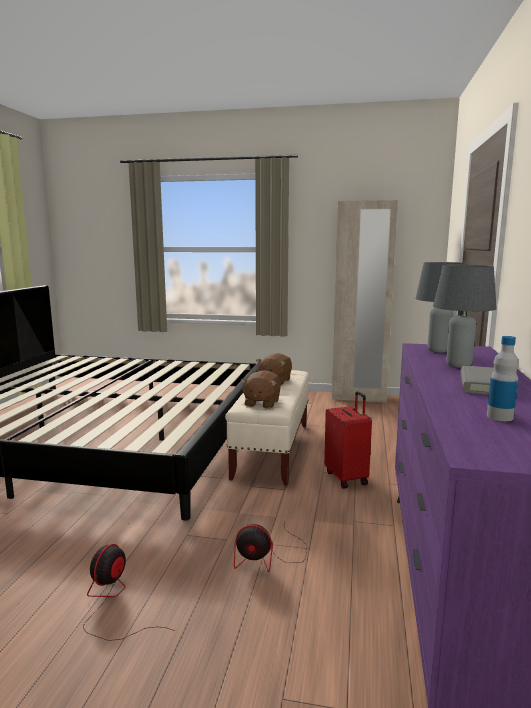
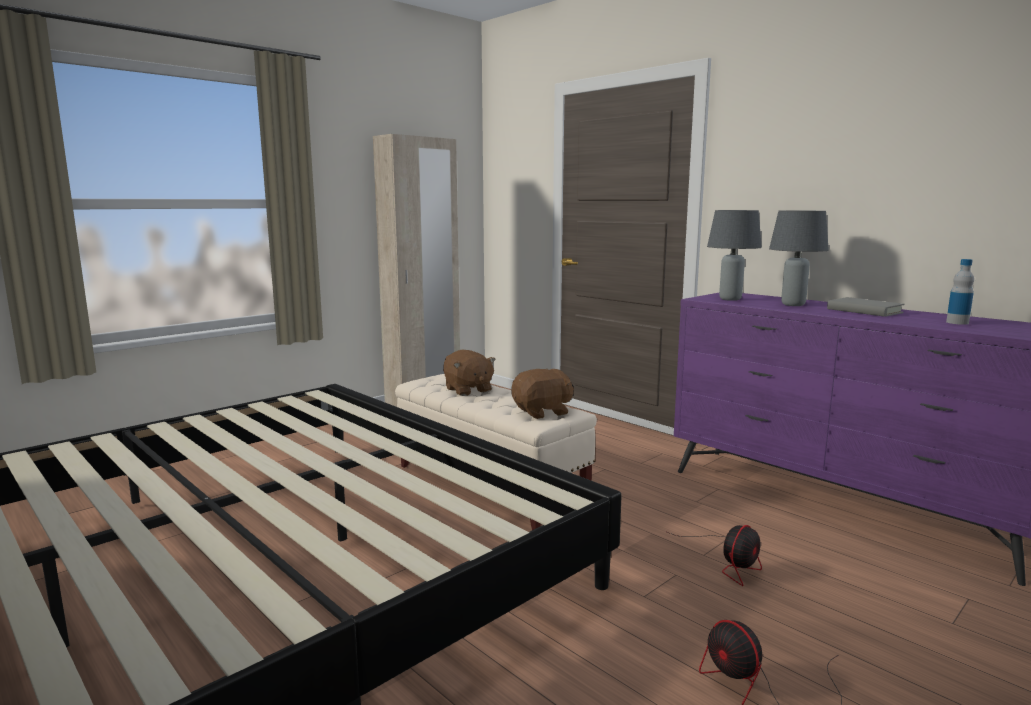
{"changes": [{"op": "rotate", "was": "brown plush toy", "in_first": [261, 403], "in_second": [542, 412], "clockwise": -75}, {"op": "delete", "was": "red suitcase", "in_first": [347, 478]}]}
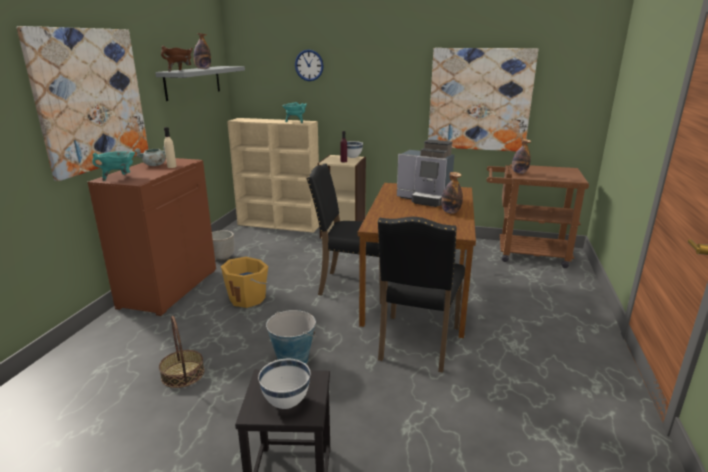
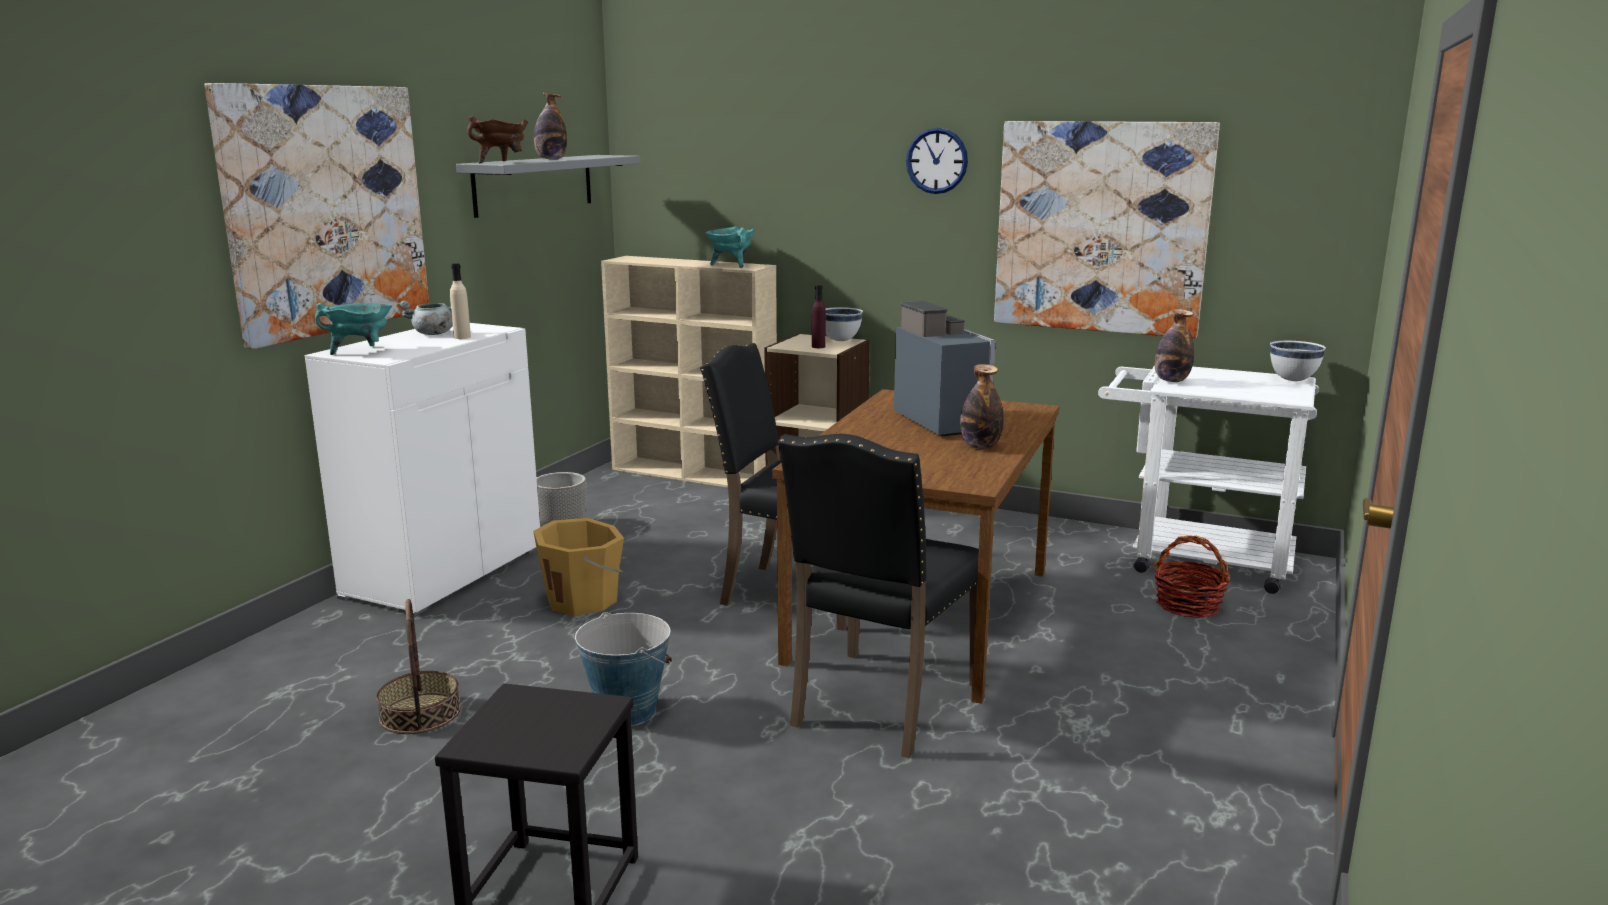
{"changes": [{"op": "move", "was": "wall clock", "in_first": [309, 65], "in_second": [937, 161]}, {"op": "rotate", "was": "coffee machine", "in_first": [425, 199], "in_second": [944, 421], "clockwise": -150}, {"op": "recolor", "was": "brown cabinet", "now": "white cabinet", "in_first": [168, 288], "in_second": [444, 571]}, {"op": "recolor", "was": "brown cart", "now": "white cart", "in_first": [525, 253], "in_second": [1194, 559]}, {"op": "move", "was": "white bowl", "in_first": [286, 403], "in_second": [1292, 380]}, {"op": "insert", "now": "basket", "in_second": [1188, 605]}]}
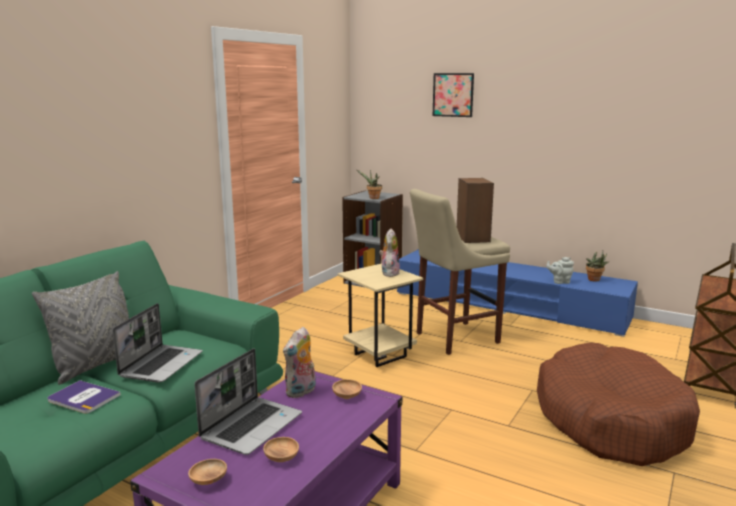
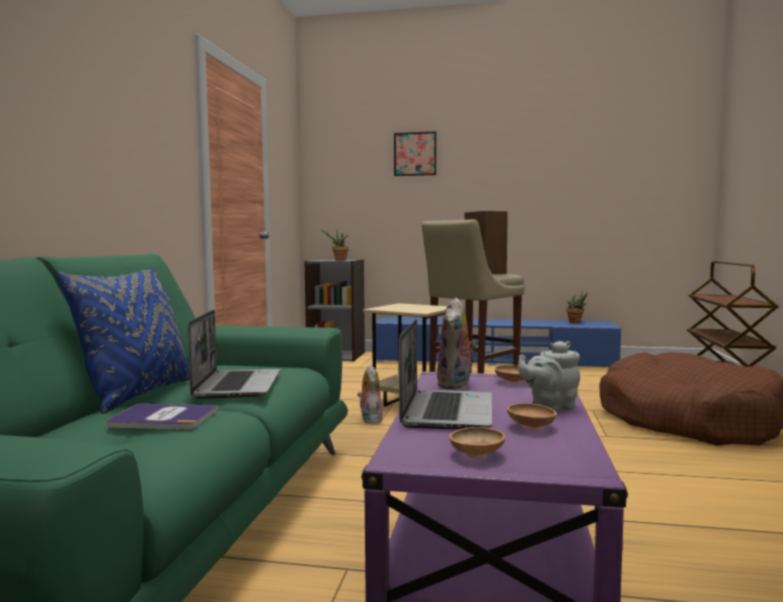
{"changes": [{"op": "move", "was": "plush toy", "in_first": [389, 273], "in_second": [369, 419]}, {"op": "move", "was": "grey teapot", "in_first": [560, 282], "in_second": [550, 407]}, {"op": "recolor", "was": "grey pillow", "now": "blue pillow", "in_first": [96, 365], "in_second": [137, 395]}]}
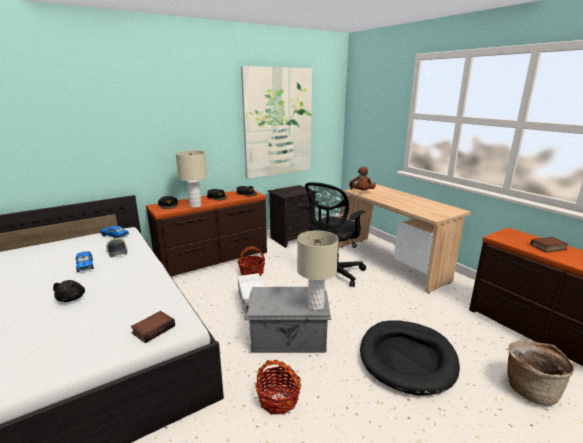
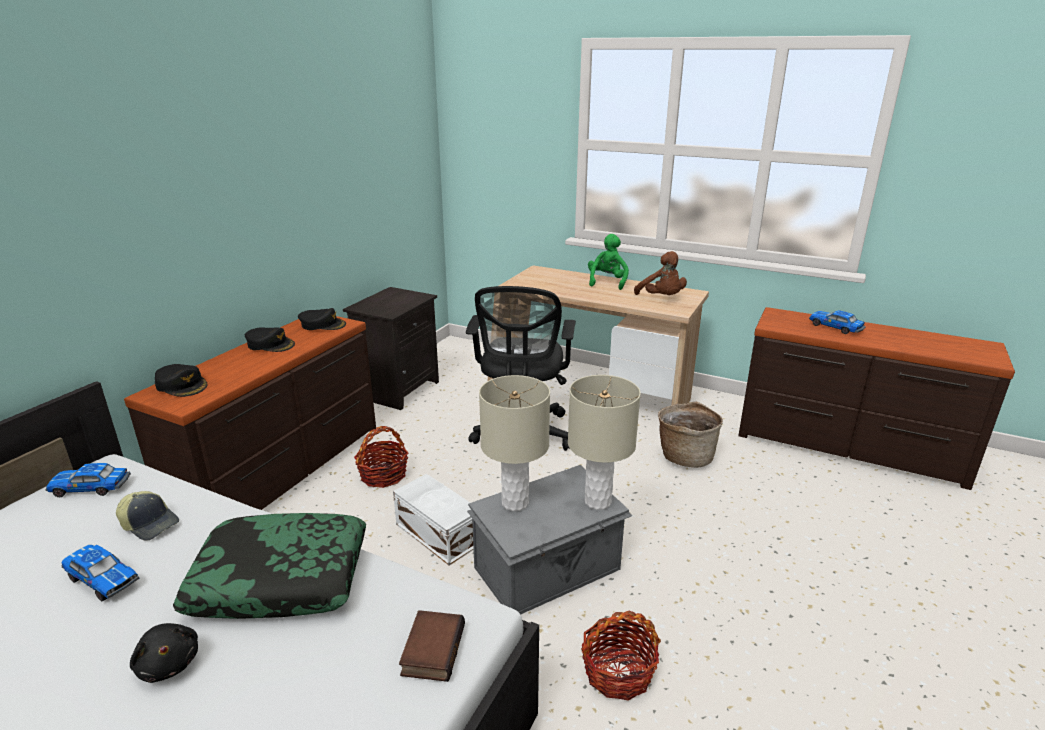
{"changes": [{"op": "delete", "was": "picture", "in_first": [278, 122]}, {"op": "move", "was": "beige table lamp", "in_first": [195, 205], "in_second": [514, 502]}, {"op": "move", "was": "brown plush toy", "in_first": [361, 192], "in_second": [661, 298]}, {"op": "replace", "was": "book", "now": "toy car", "in_first": [548, 247], "in_second": [835, 327]}, {"op": "delete", "was": "black dog bed", "in_first": [407, 358]}, {"op": "move", "was": "basket", "in_first": [530, 388], "in_second": [685, 456]}, {"op": "insert", "now": "green plush toy", "in_second": [607, 282]}, {"op": "insert", "now": "pillow", "in_second": [280, 579]}]}
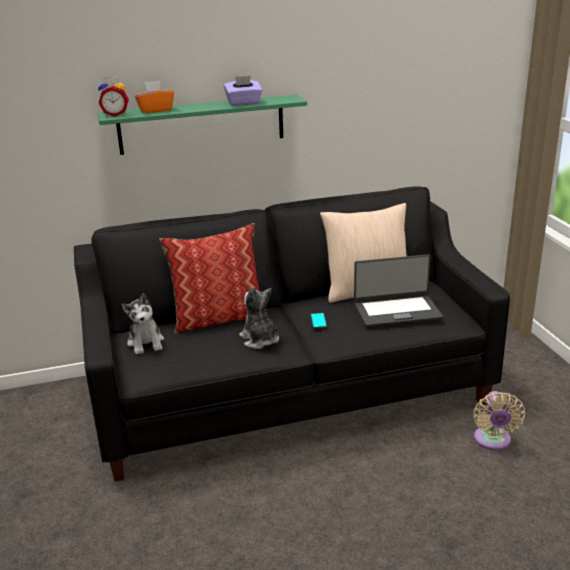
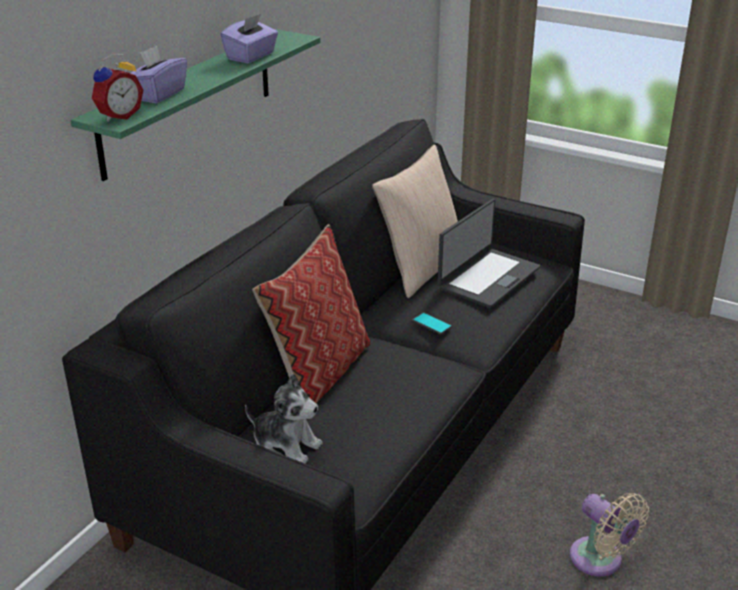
{"changes": [{"op": "recolor", "was": "orange tissue box", "now": "purple tissue box", "in_first": [155, 110], "in_second": [158, 94]}, {"op": "delete", "was": "plush toy", "in_first": [260, 340]}, {"op": "move", "was": "beige fan", "in_first": [492, 441], "in_second": [600, 561]}]}
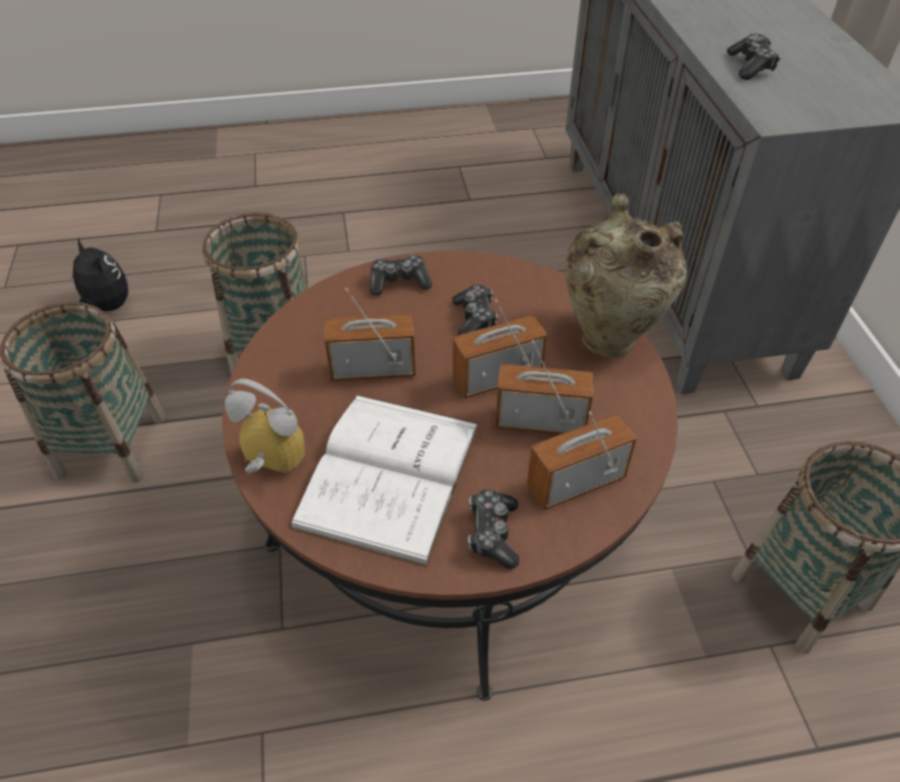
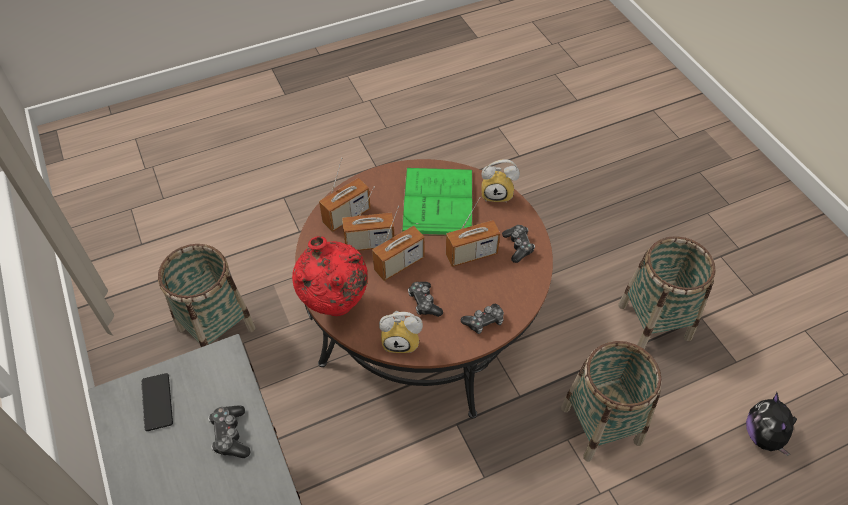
{"changes": [{"op": "recolor", "was": "beige vase", "now": "red vase", "in_first": [610, 336], "in_second": [336, 308]}, {"op": "rotate", "was": "plush toy", "in_first": [106, 306], "in_second": [763, 436], "clockwise": 60}, {"op": "recolor", "was": "white book", "now": "green book", "in_first": [389, 474], "in_second": [438, 201]}, {"op": "move", "was": "game controller", "in_first": [493, 533], "in_second": [518, 246]}, {"op": "insert", "now": "alarm clock", "in_second": [402, 340]}, {"op": "insert", "now": "phone", "in_second": [157, 402]}]}
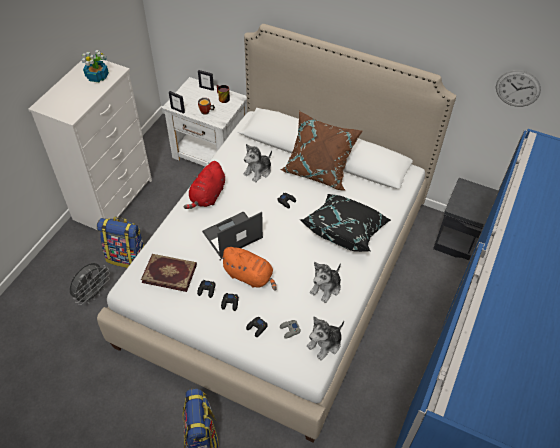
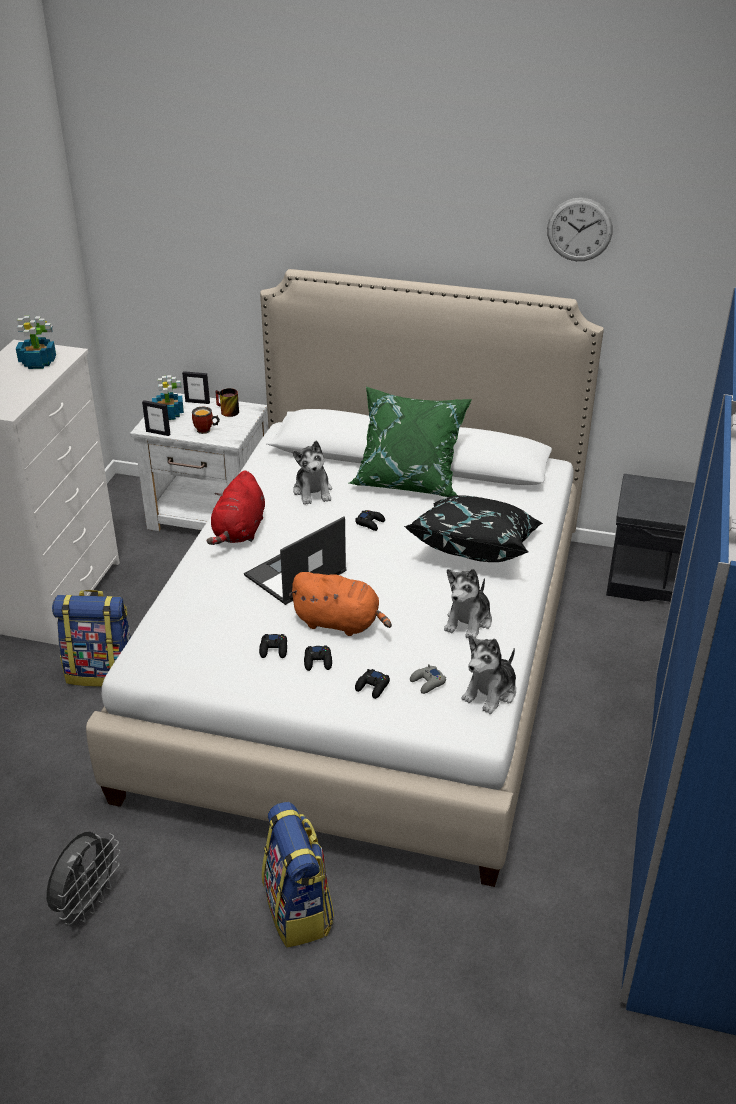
{"changes": [{"op": "move", "was": "wall clock", "in_first": [518, 88], "in_second": [579, 229]}, {"op": "recolor", "was": "brown pillow", "now": "green pillow", "in_first": [319, 171], "in_second": [409, 480]}, {"op": "rotate", "was": "plush toy", "in_first": [258, 171], "in_second": [313, 491], "clockwise": -45}, {"op": "delete", "was": "book", "in_first": [169, 273]}, {"op": "move", "was": "grey fan", "in_first": [93, 294], "in_second": [87, 903]}, {"op": "insert", "now": "potted plant", "in_second": [169, 414]}]}
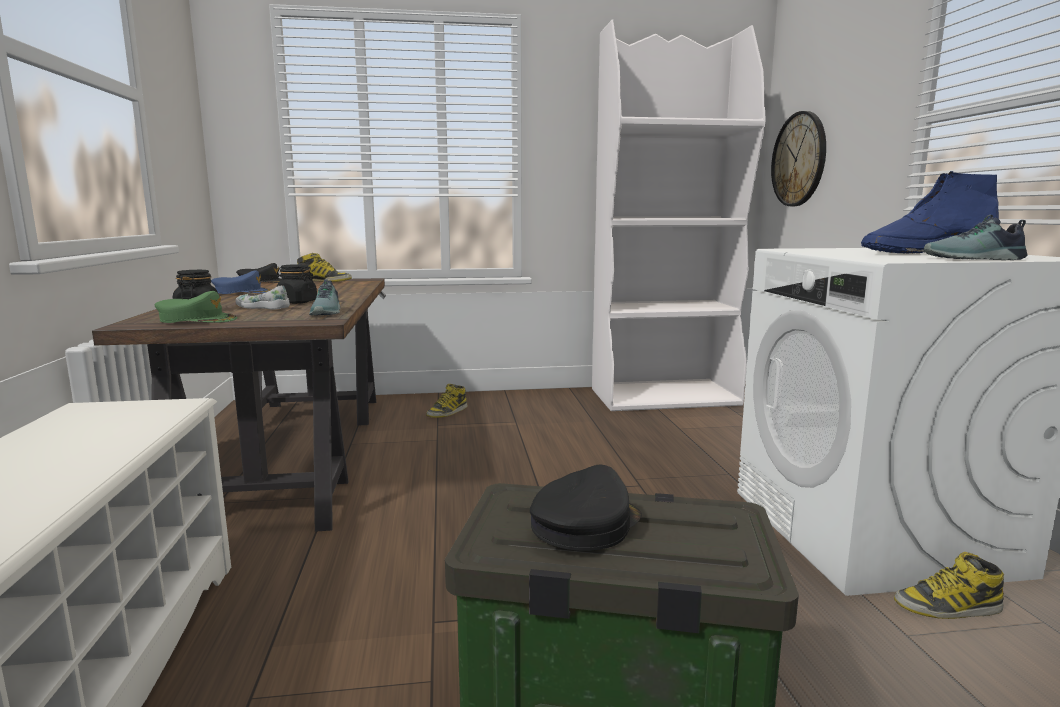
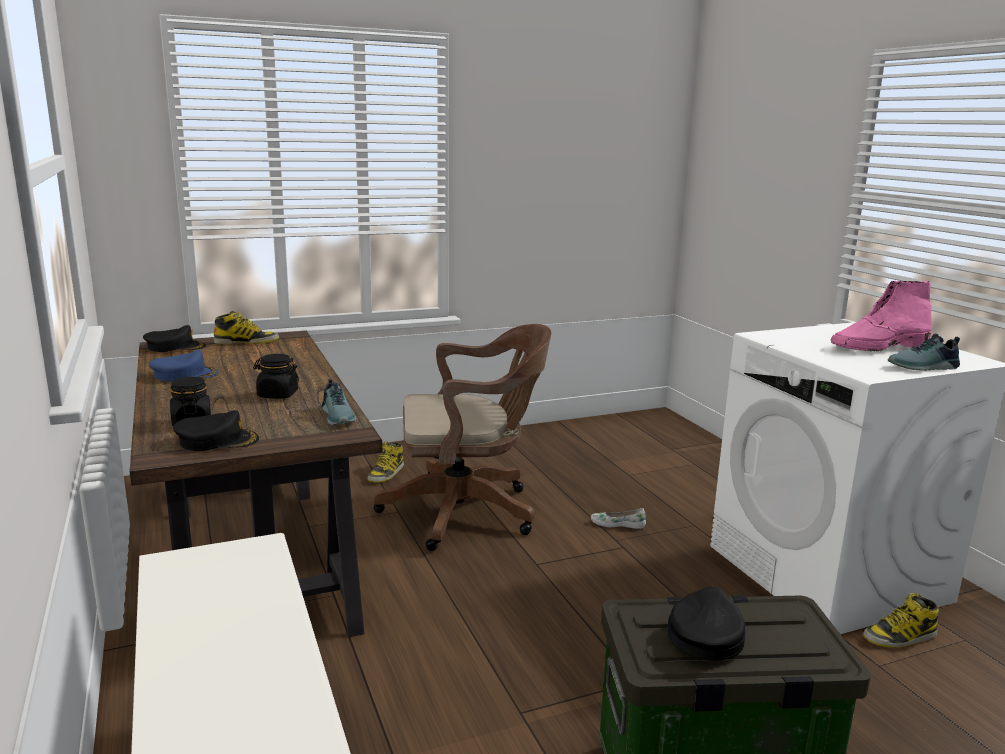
{"changes": [{"op": "delete", "was": "white bookcase", "in_first": [665, 397]}, {"op": "delete", "was": "wall clock", "in_first": [799, 159]}, {"op": "recolor", "was": "blue boot", "now": "pink boot", "in_first": [925, 253], "in_second": [878, 347]}, {"op": "move", "was": "white shoe", "in_first": [263, 307], "in_second": [617, 524]}, {"op": "recolor", "was": "green cap", "now": "black cap", "in_first": [197, 319], "in_second": [217, 440]}, {"op": "insert", "now": "brown office chair", "in_second": [467, 512]}]}
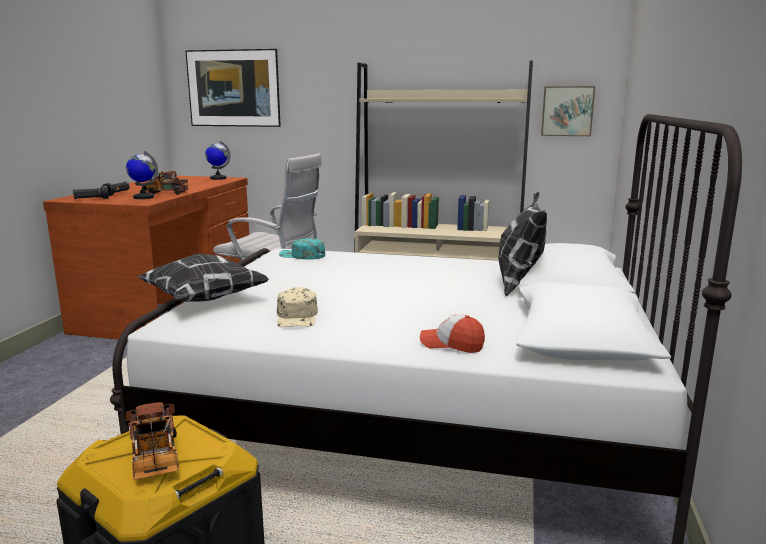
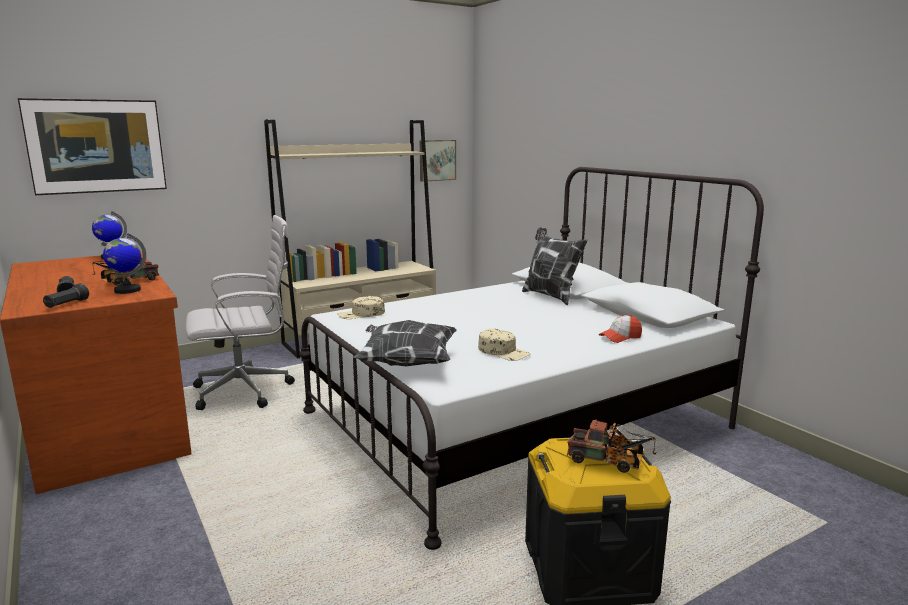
{"changes": [{"op": "recolor", "was": "turquoise cap", "now": "beige cap", "in_first": [302, 256], "in_second": [361, 314]}]}
